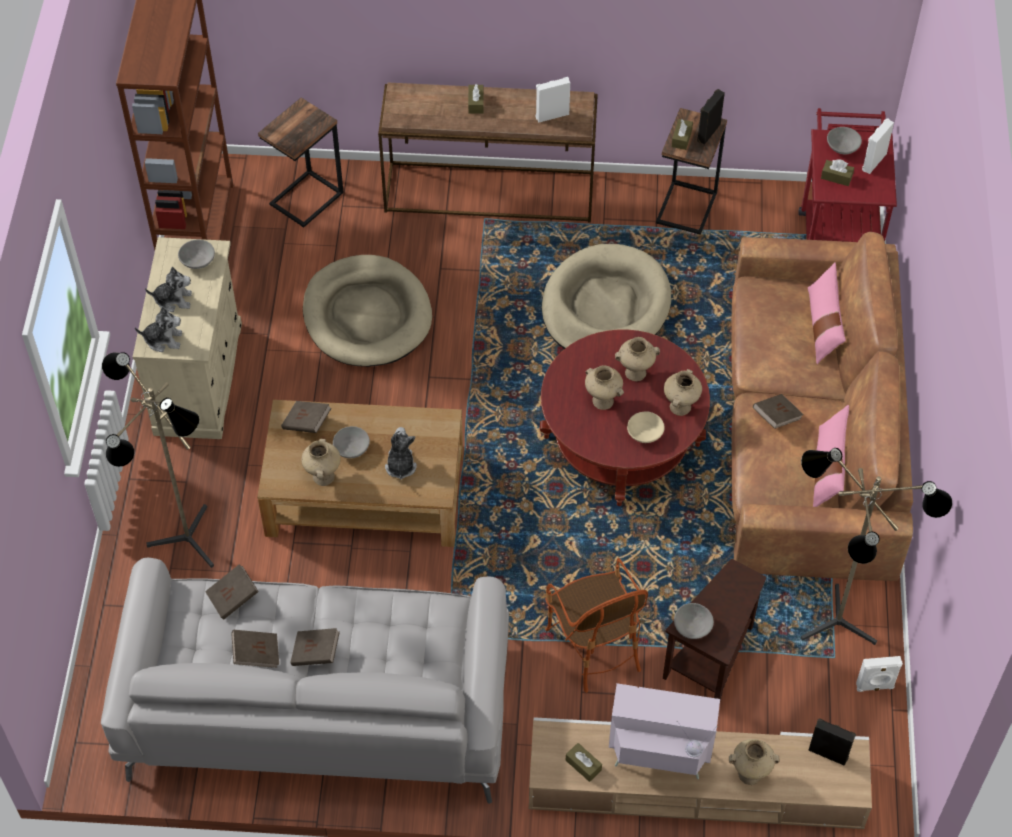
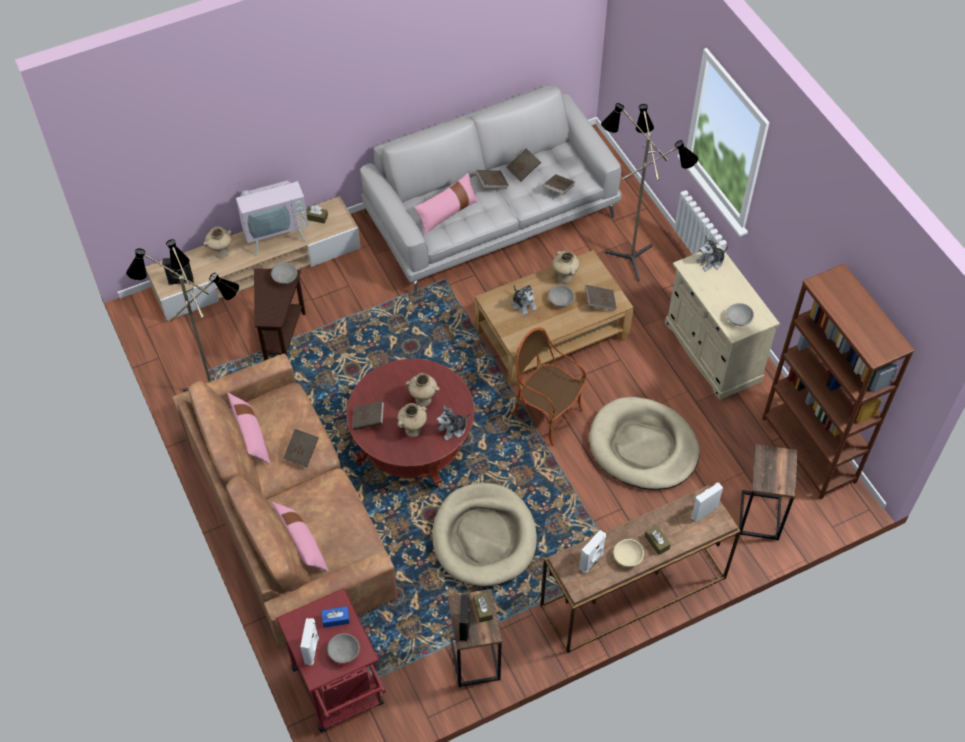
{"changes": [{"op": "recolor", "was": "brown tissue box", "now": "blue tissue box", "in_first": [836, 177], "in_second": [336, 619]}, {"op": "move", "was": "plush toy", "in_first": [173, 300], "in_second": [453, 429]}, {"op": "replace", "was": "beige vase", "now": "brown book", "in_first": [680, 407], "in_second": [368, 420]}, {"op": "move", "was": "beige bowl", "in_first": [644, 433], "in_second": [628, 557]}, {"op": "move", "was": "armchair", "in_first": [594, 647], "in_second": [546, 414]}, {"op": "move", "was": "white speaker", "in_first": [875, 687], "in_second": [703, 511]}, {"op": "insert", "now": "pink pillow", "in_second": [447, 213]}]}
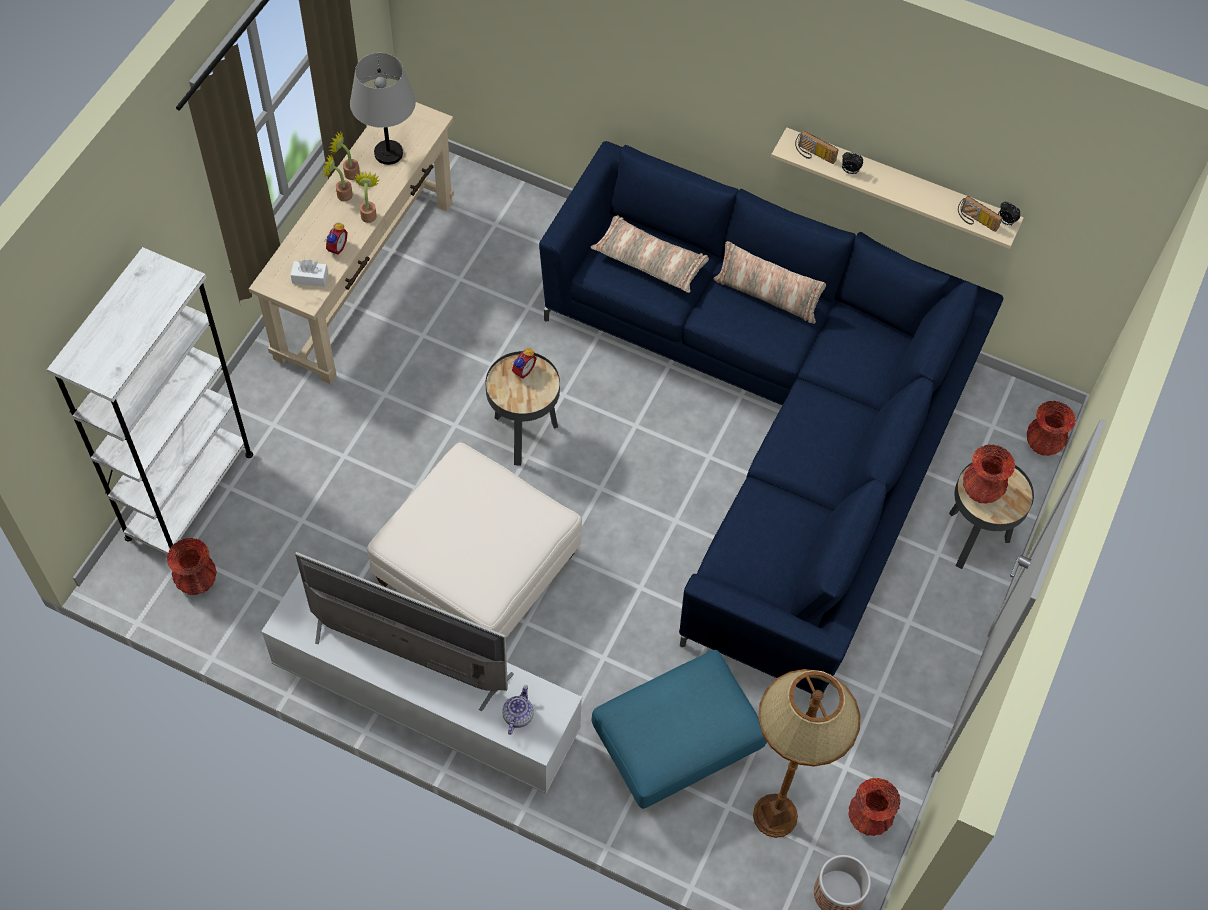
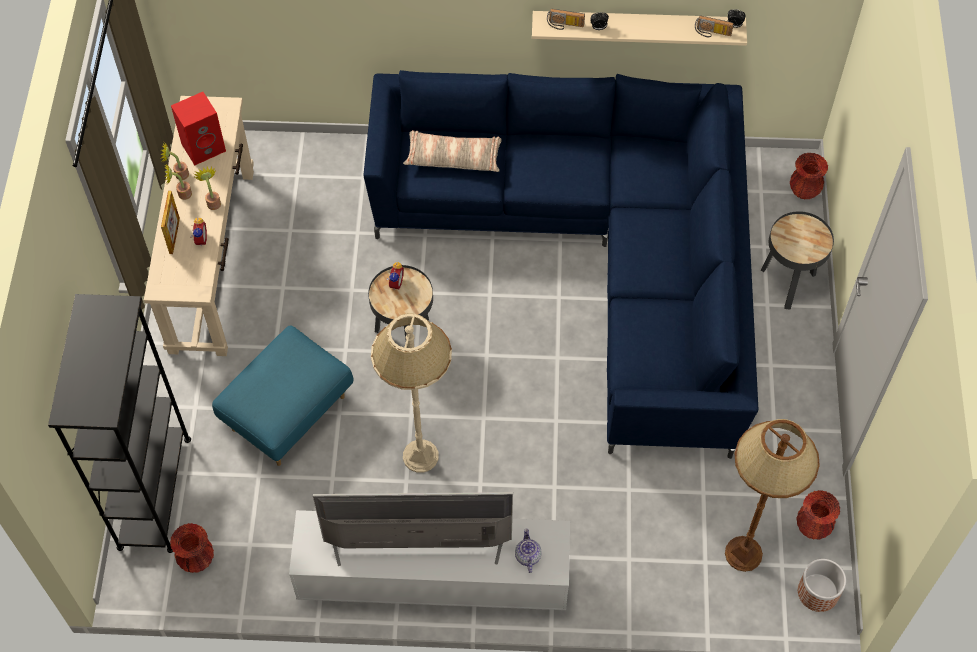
{"changes": [{"op": "replace", "was": "grey table lamp", "now": "red speaker", "in_first": [389, 153], "in_second": [204, 146]}, {"op": "delete", "was": "pillow", "in_first": [767, 295]}, {"op": "recolor", "was": "white bookcase", "now": "black bookcase", "in_first": [189, 495], "in_second": [154, 492]}, {"op": "delete", "was": "white tissue box", "in_first": [310, 278]}, {"op": "replace", "was": "white ottoman", "now": "beige floor lamp", "in_first": [478, 568], "in_second": [421, 456]}, {"op": "delete", "was": "red vase", "in_first": [981, 491]}, {"op": "move", "was": "blue ottoman", "in_first": [675, 747], "in_second": [288, 412]}, {"op": "insert", "now": "picture frame", "in_second": [174, 236]}]}
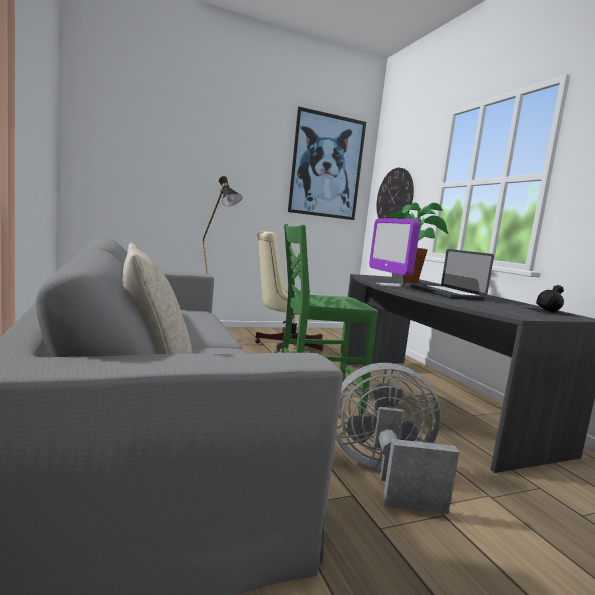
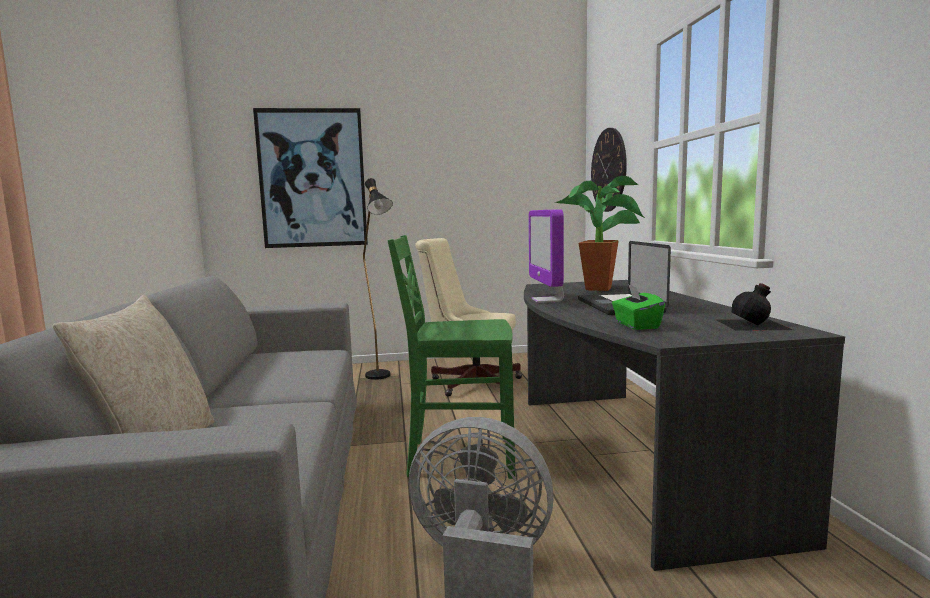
{"changes": [{"op": "move", "was": "picture", "in_first": [326, 166], "in_second": [312, 178]}, {"op": "insert", "now": "green tissue box", "in_second": [636, 325]}]}
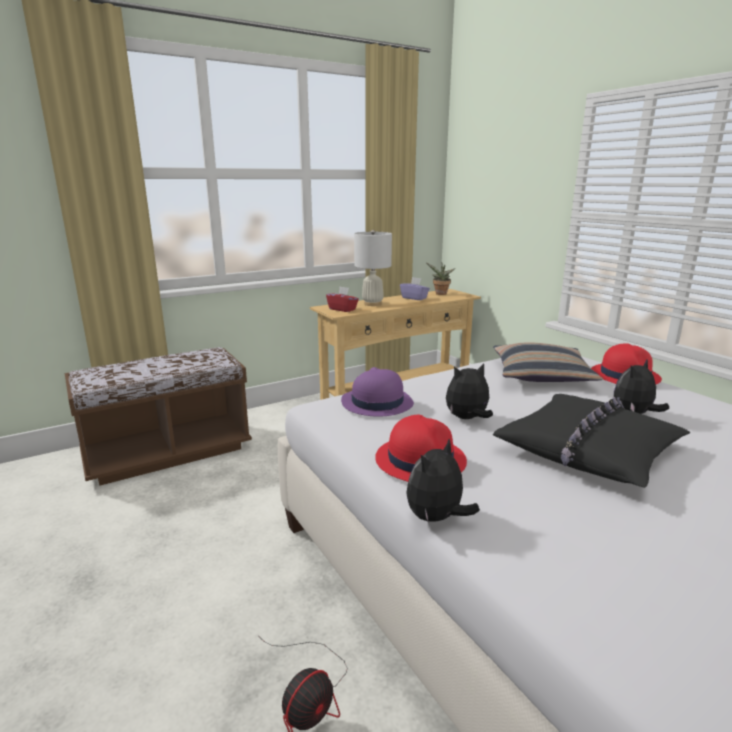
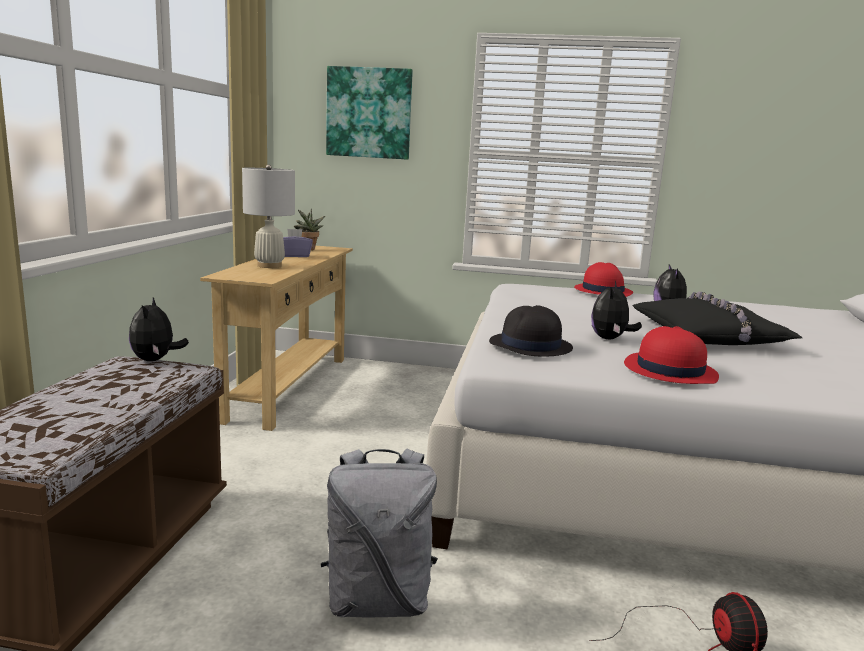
{"changes": [{"op": "delete", "was": "red tissue box", "in_first": [342, 309]}, {"op": "delete", "was": "pillow", "in_first": [541, 375]}, {"op": "recolor", "was": "purple hat", "now": "black hat", "in_first": [376, 403], "in_second": [530, 346]}, {"op": "move", "was": "plush toy", "in_first": [436, 518], "in_second": [156, 360]}, {"op": "insert", "now": "picture", "in_second": [369, 113]}, {"op": "insert", "now": "grey backpack", "in_second": [378, 601]}]}
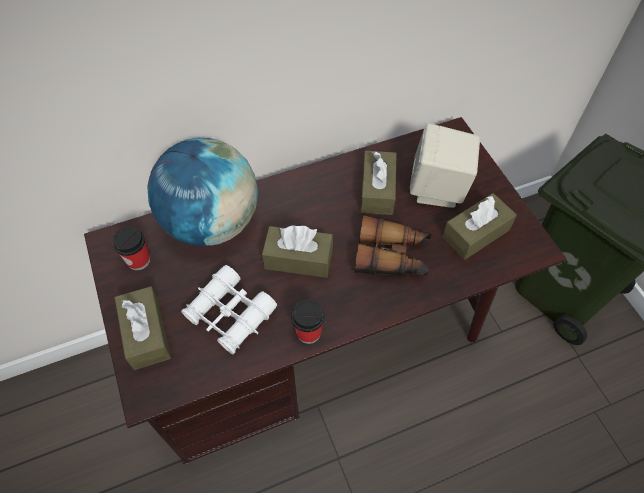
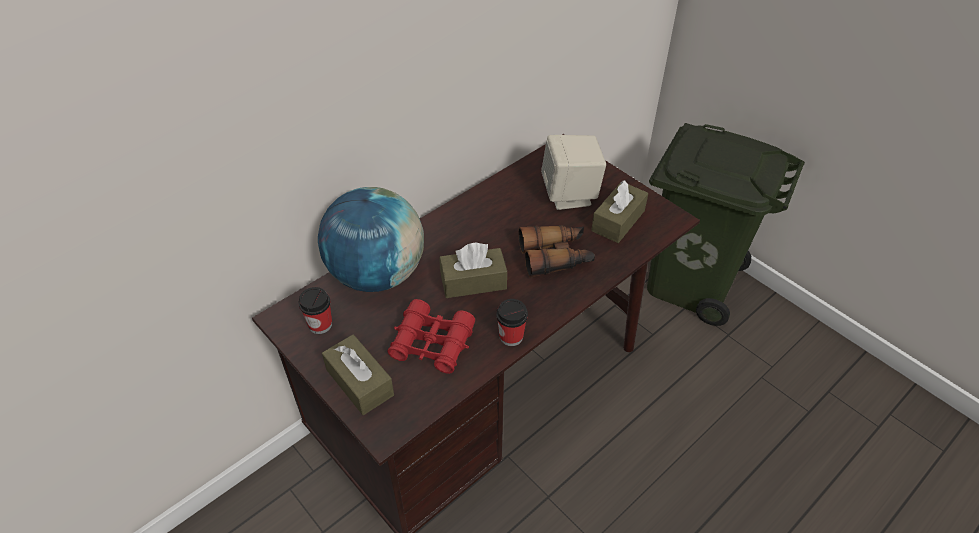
{"changes": [{"op": "delete", "was": "brown tissue box", "in_first": [377, 190]}, {"op": "recolor", "was": "white binoculars", "now": "red binoculars", "in_first": [230, 314], "in_second": [432, 343]}]}
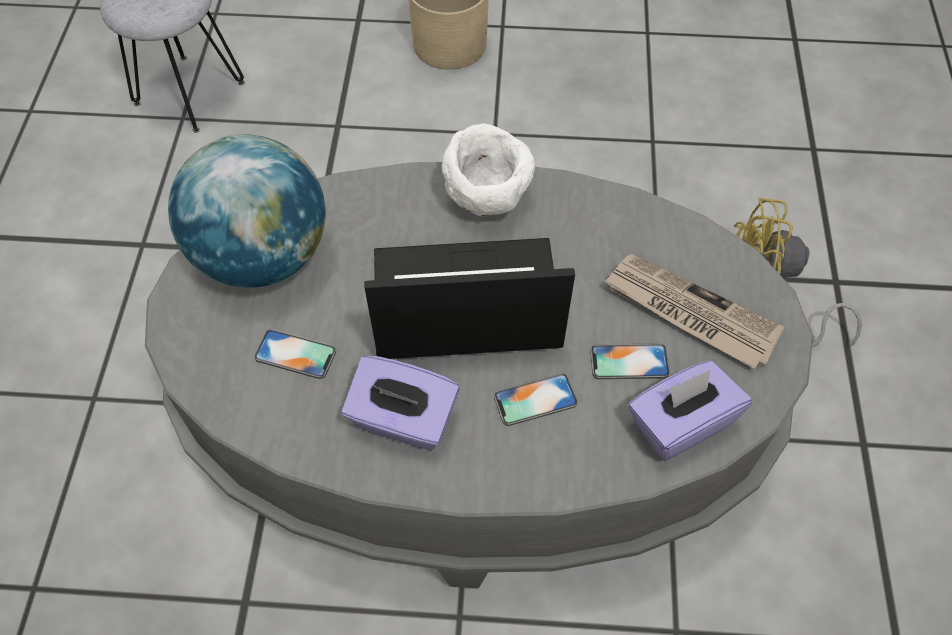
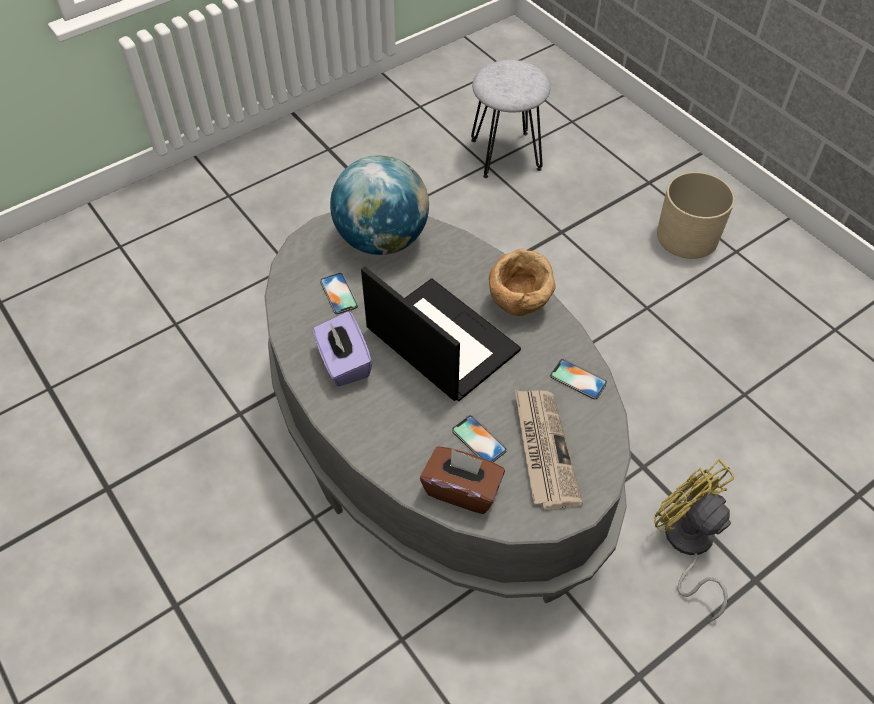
{"changes": [{"op": "recolor", "was": "white bowl", "now": "brown bowl", "in_first": [487, 199], "in_second": [519, 304]}, {"op": "recolor", "was": "purple tissue box", "now": "brown tissue box", "in_first": [680, 423], "in_second": [462, 489]}, {"op": "move", "was": "phone", "in_first": [535, 400], "in_second": [578, 379]}]}
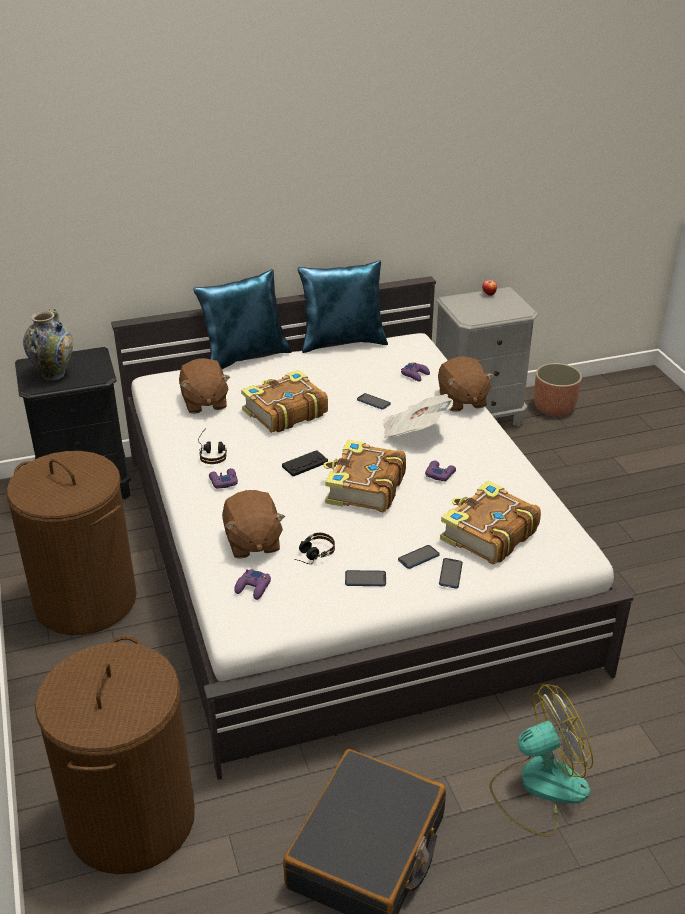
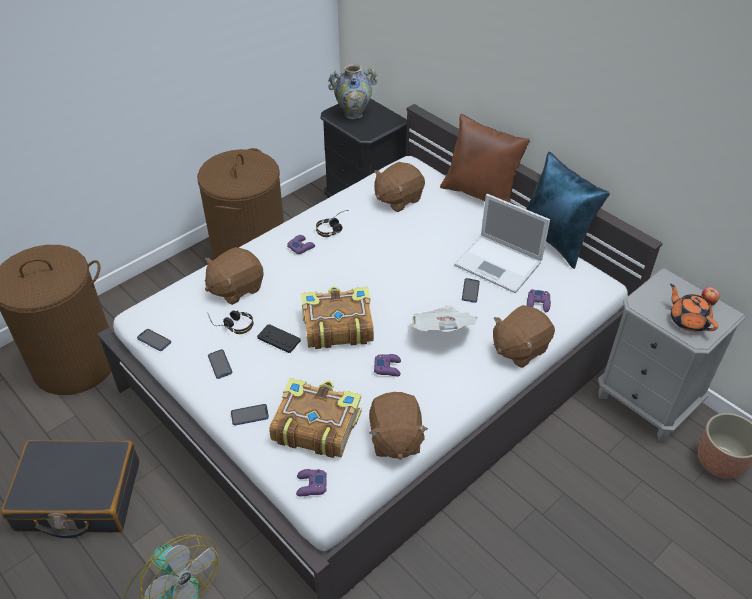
{"changes": [{"op": "recolor", "was": "blue pillow", "now": "brown pillow", "in_first": [245, 357], "in_second": [481, 195]}, {"op": "delete", "was": "book", "in_first": [284, 412]}, {"op": "move", "was": "black game controller", "in_first": [305, 464], "in_second": [279, 339]}, {"op": "move", "was": "phone", "in_first": [418, 558], "in_second": [154, 340]}, {"op": "move", "was": "purple game controller", "in_first": [253, 587], "in_second": [311, 485]}, {"op": "insert", "now": "laptop", "in_second": [499, 264]}, {"op": "insert", "now": "orange teapot", "in_second": [688, 320]}, {"op": "insert", "now": "brown plush toy", "in_second": [395, 439]}]}
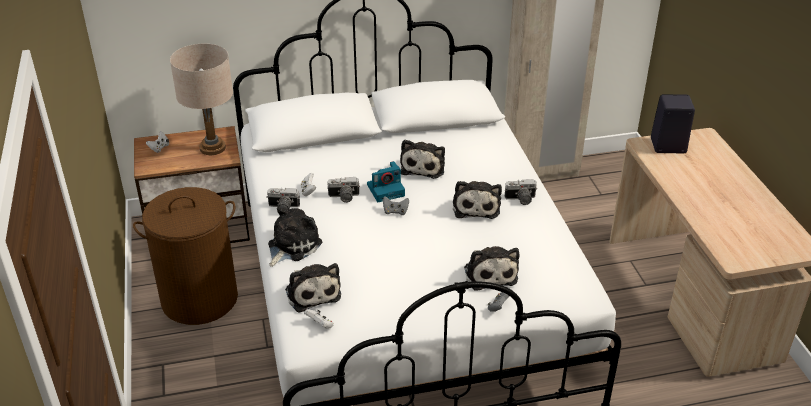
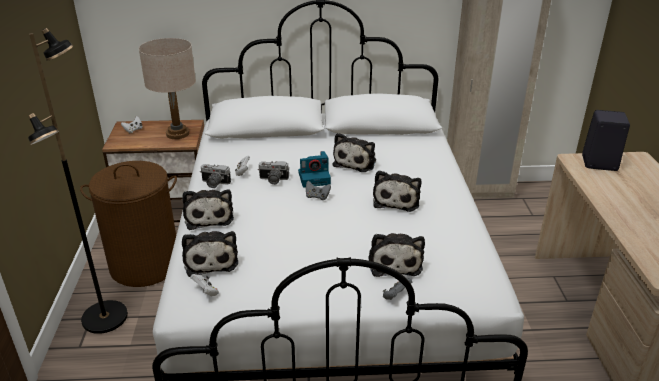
{"changes": [{"op": "delete", "was": "photo camera", "in_first": [520, 200]}, {"op": "rotate", "was": "plush toy", "in_first": [292, 246], "in_second": [209, 216], "clockwise": 120}, {"op": "insert", "now": "black floor lamp", "in_second": [106, 318]}]}
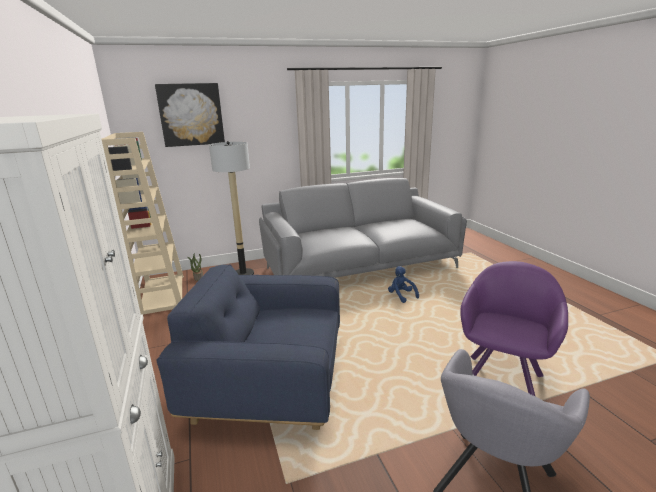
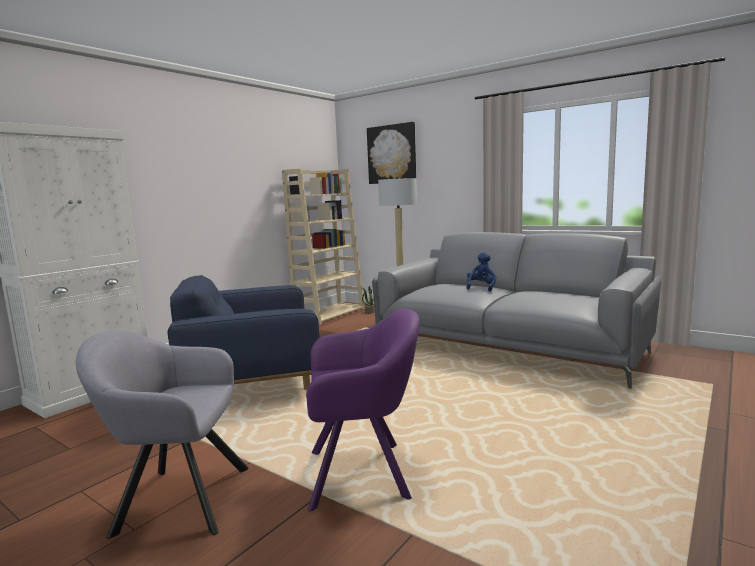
{"changes": [{"op": "rotate", "was": "blue armchair", "in_first": [269, 383], "in_second": [252, 377], "clockwise": -75}, {"op": "move", "was": "blue plush toy", "in_first": [401, 296], "in_second": [481, 287]}]}
